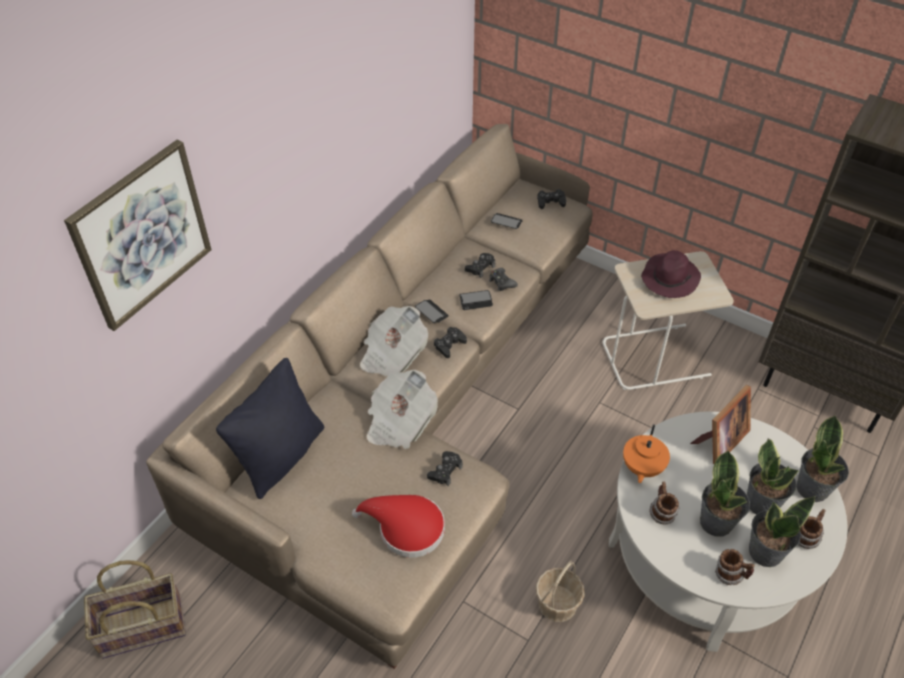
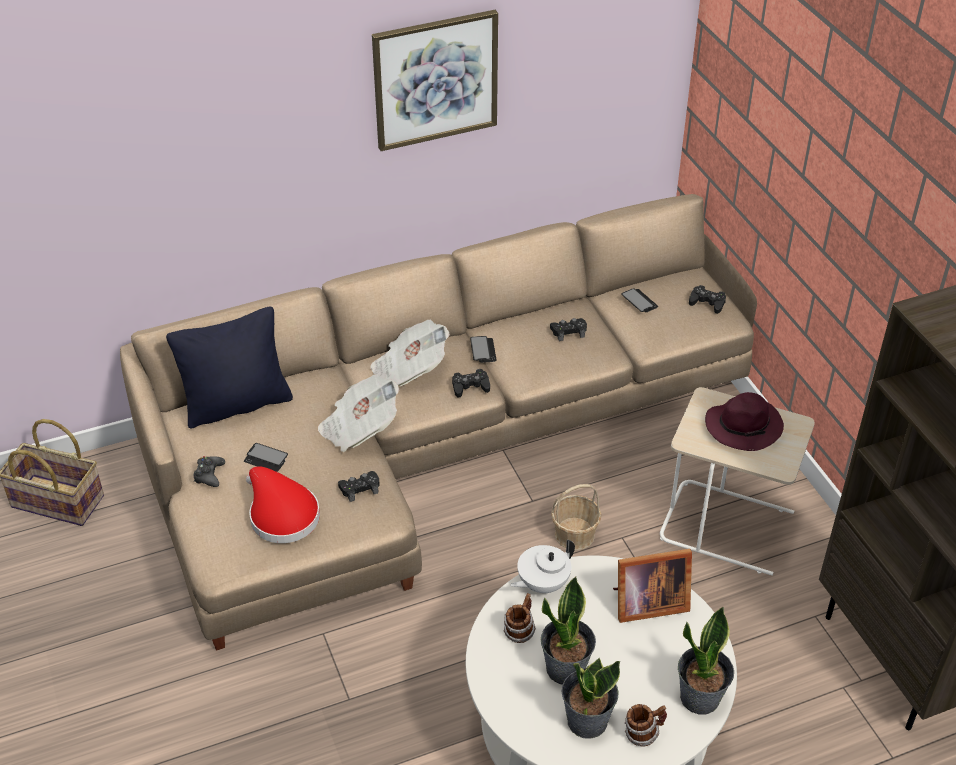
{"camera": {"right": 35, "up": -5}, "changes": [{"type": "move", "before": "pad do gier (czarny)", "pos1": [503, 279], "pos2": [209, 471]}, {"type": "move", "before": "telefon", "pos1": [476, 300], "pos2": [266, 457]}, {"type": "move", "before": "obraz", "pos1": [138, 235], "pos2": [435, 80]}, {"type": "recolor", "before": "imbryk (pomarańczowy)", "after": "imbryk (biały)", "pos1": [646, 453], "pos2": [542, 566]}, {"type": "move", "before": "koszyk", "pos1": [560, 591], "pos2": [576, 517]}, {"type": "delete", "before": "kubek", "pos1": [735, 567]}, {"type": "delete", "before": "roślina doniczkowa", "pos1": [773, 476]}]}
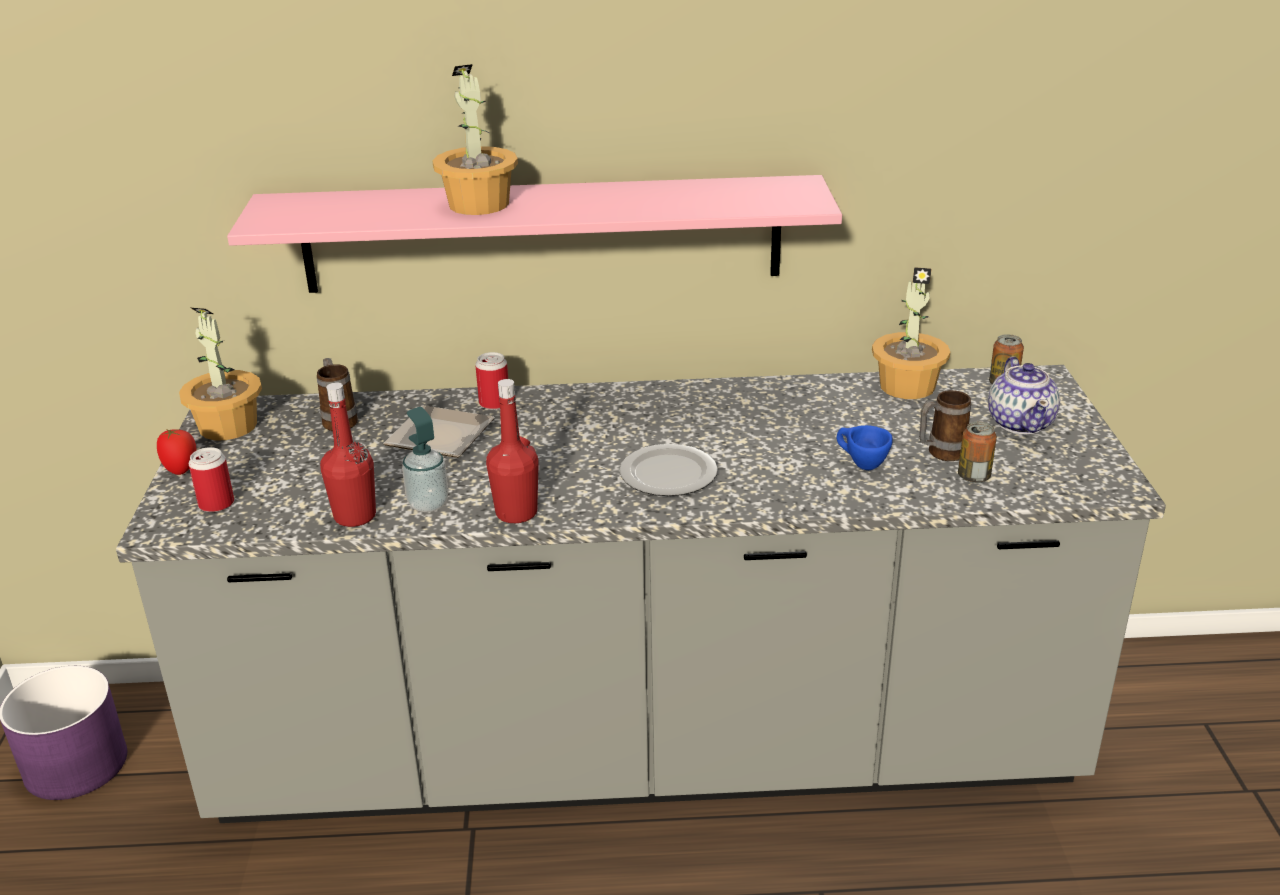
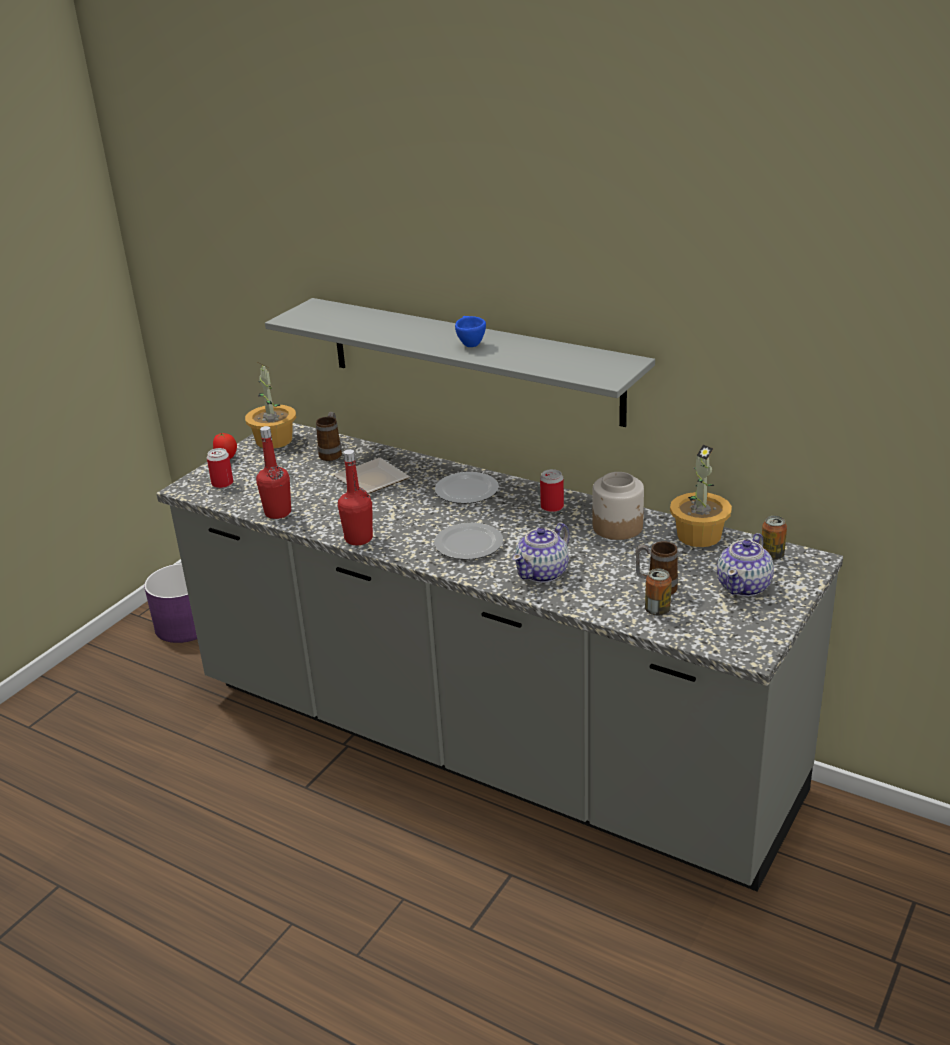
{"camera": {"right": 35, "up": 0}, "changes": [{"type": "recolor", "before": "półka (różowy)", "after": "półka (szary)", "pos1": [534, 234], "pos2": [460, 362]}, {"type": "insert", "after": "talerz", "pos2": [467, 488]}, {"type": "move", "before": "filiżanka (niebieski)", "pos1": [864, 447], "pos2": [470, 331]}, {"type": "insert", "after": "imbryk", "pos2": [541, 553]}, {"type": "move", "before": "puszka", "pos1": [491, 381], "pos2": [552, 490]}, {"type": "insert", "after": "słoik", "pos2": [618, 506]}, {"type": "delete", "before": "dozownik mydła", "pos1": [425, 460]}, {"type": "delete", "before": "roślina doniczkowa", "pos1": [475, 139]}]}
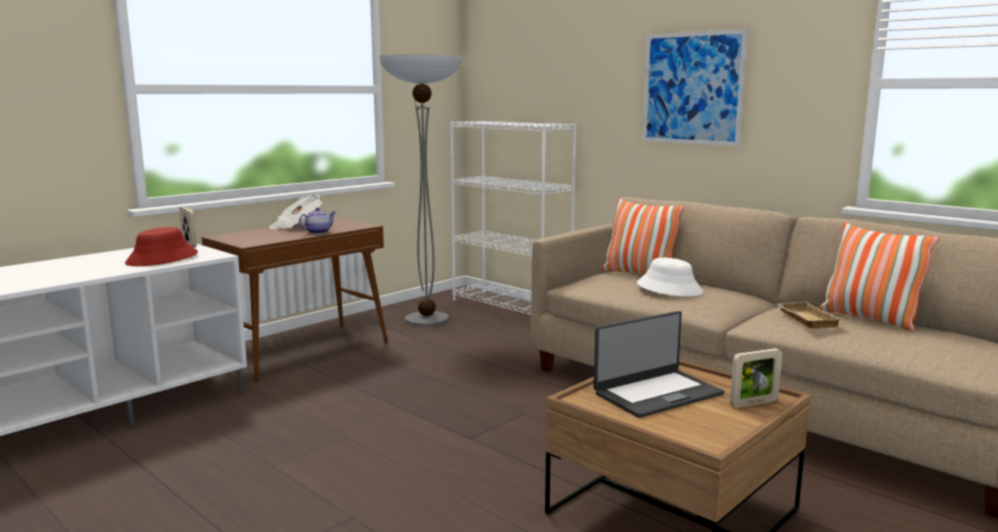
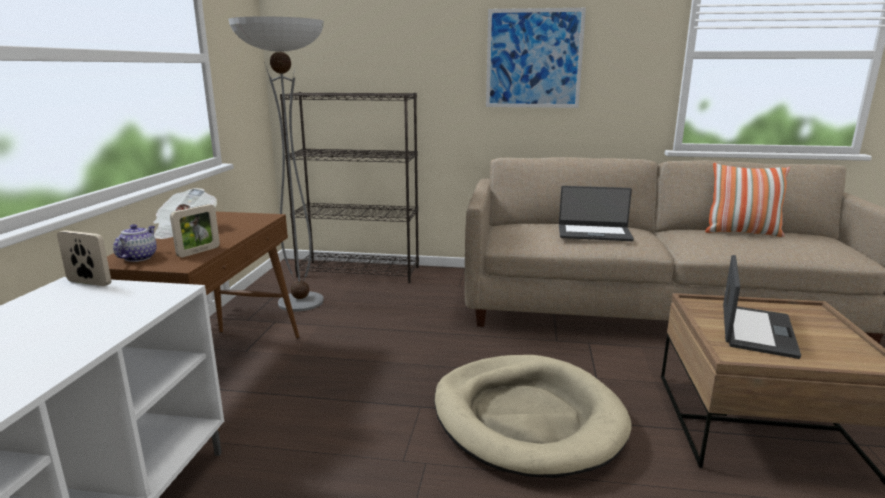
{"camera": {"right": -35, "up": 5}, "changes": [{"type": "move", "before": "imbryk", "pos1": [317, 220], "pos2": [135, 243]}, {"type": "move", "before": "ramka na zdjęcie", "pos1": [756, 378], "pos2": [195, 230]}, {"type": "recolor", "before": "regał (biały)", "after": "regał (czarny)", "pos1": [513, 217], "pos2": [349, 187]}, {"type": "insert", "after": "legowisko (beżowy)", "pos2": [533, 416]}, {"type": "replace", "before": "kapelusz (biały)", "after": "laptop", "pos1": [670, 277], "pos2": [596, 213]}, {"type": "delete", "before": "kapelusz (czerwony)", "pos1": [161, 246]}, {"type": "delete", "before": "poduszka", "pos1": [643, 236]}, {"type": "delete", "before": "taca (beżowy)", "pos1": [808, 315]}]}
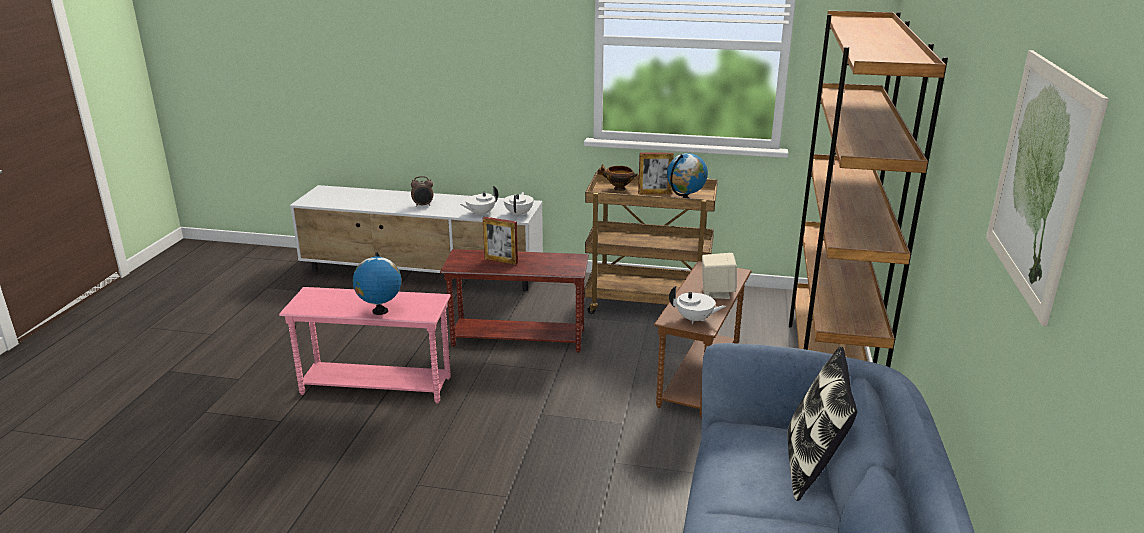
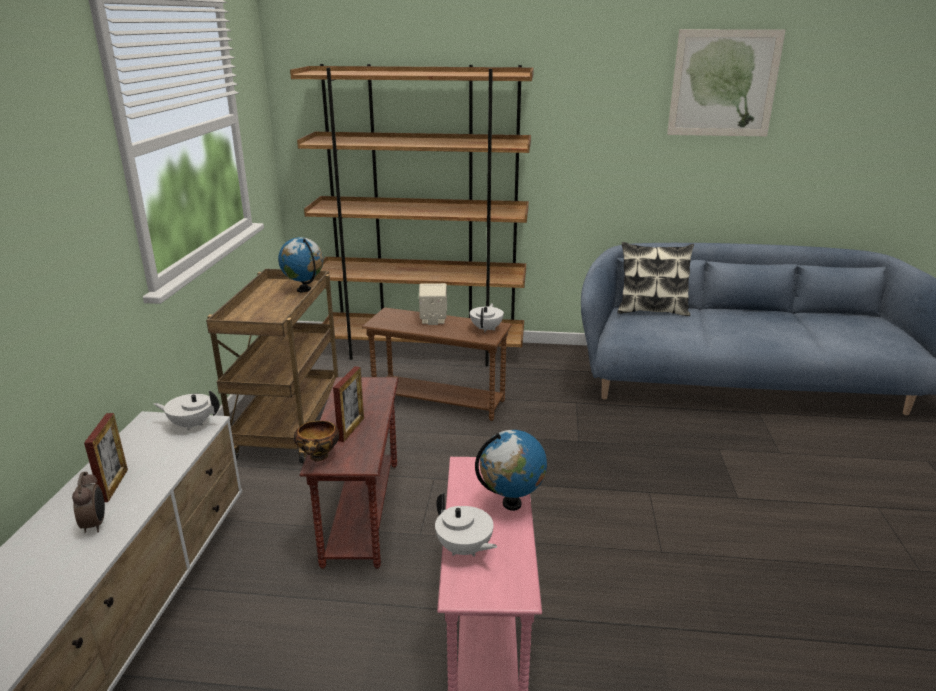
{"camera": {"right": -95, "up": 0}, "changes": [{"type": "move", "before": "ramka na zdjęcie", "pos1": [656, 173], "pos2": [106, 457]}, {"type": "move", "before": "miska", "pos1": [617, 177], "pos2": [316, 441]}, {"type": "move", "before": "imbryk (biały)", "pos1": [479, 201], "pos2": [466, 525]}]}
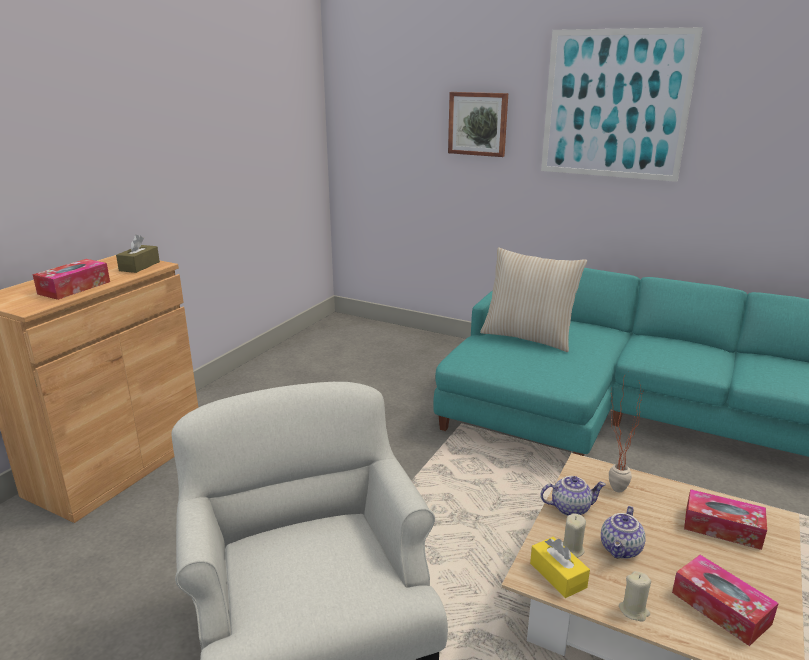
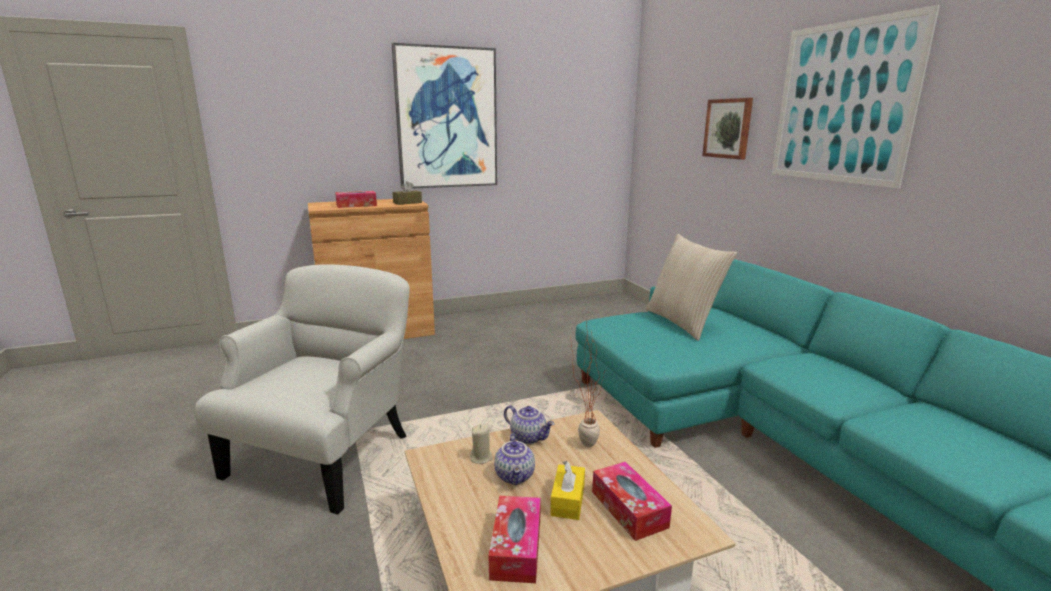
{"camera": {"right": 40, "up": -5}, "changes": [{"type": "insert", "after": "obraz", "pos2": [444, 116]}, {"type": "rotate", "before": "imbryk", "pos1": [623, 532], "pos2": [514, 459], "turn": -75}, {"type": "move", "before": "pudełko chusteczek (żółty)", "pos1": [560, 567], "pos2": [567, 490]}, {"type": "delete", "before": "świeca (beżowy)", "pos1": [635, 596]}]}
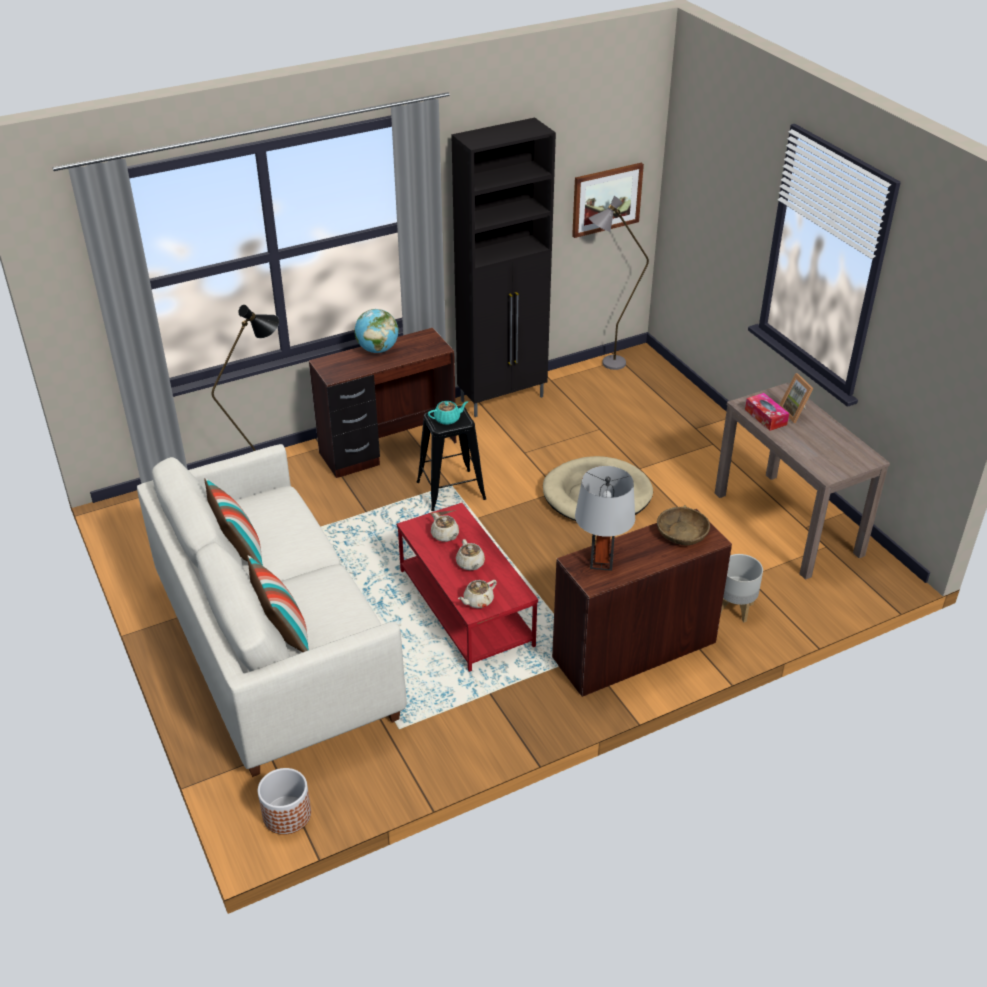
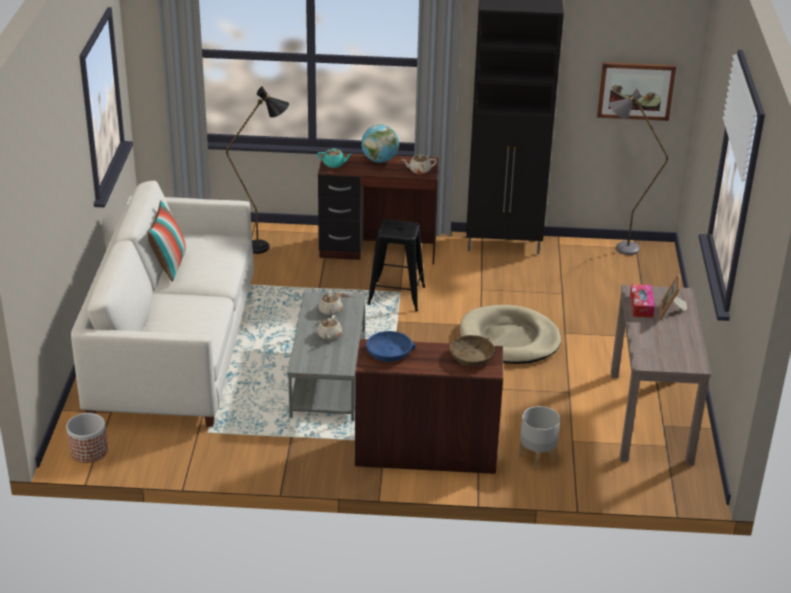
{"camera": {"right": 30, "up": -5}, "changes": [{"type": "recolor", "before": "ława (czerwony)", "after": "ława (szary)", "pos1": [467, 587], "pos2": [326, 356]}, {"type": "move", "before": "imbryk (turkusowy)", "pos1": [448, 413], "pos2": [335, 158]}, {"type": "replace", "before": "lampa stołowa (szary)", "after": "miska (niebieski)", "pos1": [605, 518], "pos2": [391, 346]}, {"type": "move", "before": "imbryk (beżowy)", "pos1": [477, 594], "pos2": [419, 164]}, {"type": "delete", "before": "poduszka", "pos1": [278, 603]}]}
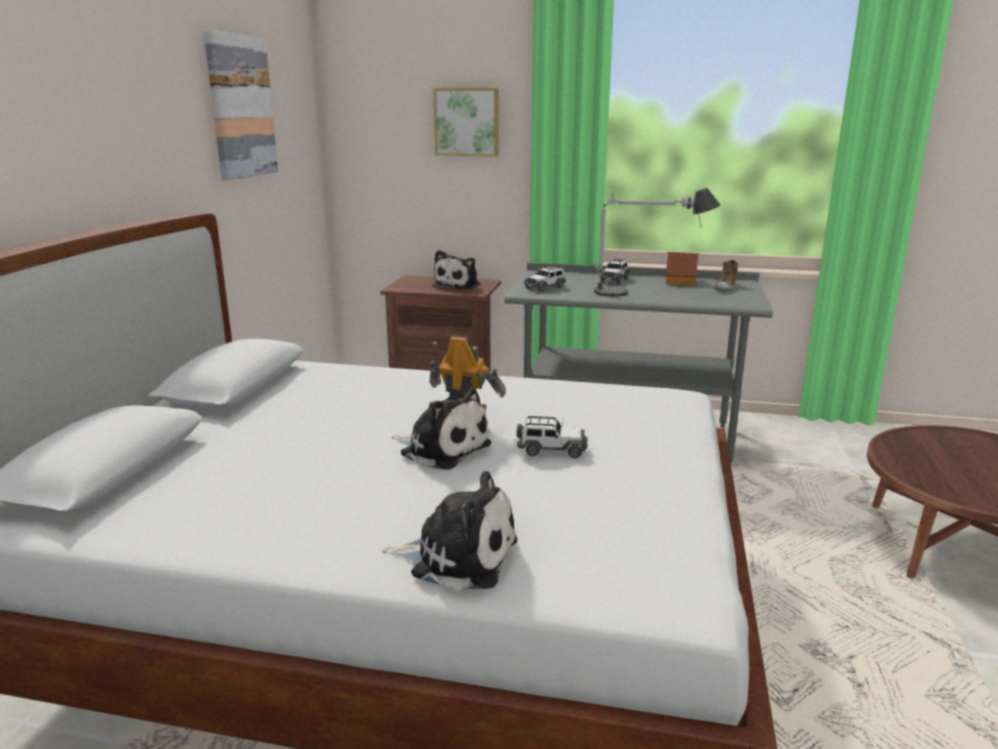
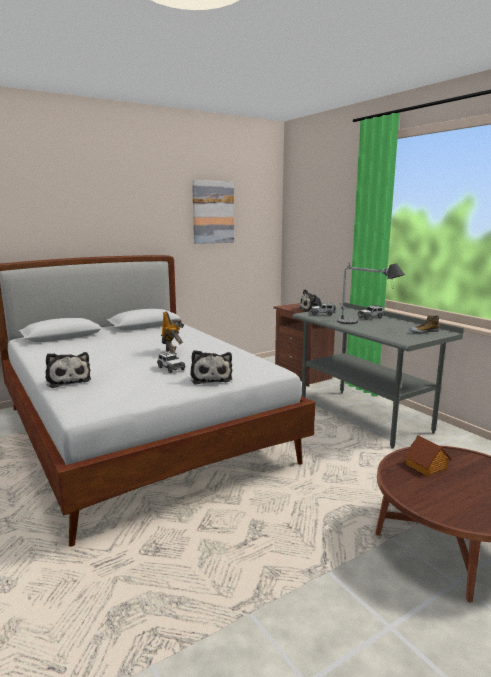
{"camera": {"right": 45, "up": -5}, "changes": [{"type": "move", "before": "pluszak", "pos1": [441, 429], "pos2": [211, 367]}, {"type": "move", "before": "domek", "pos1": [682, 269], "pos2": [428, 456]}, {"type": "delete", "before": "obraz", "pos1": [465, 122]}]}
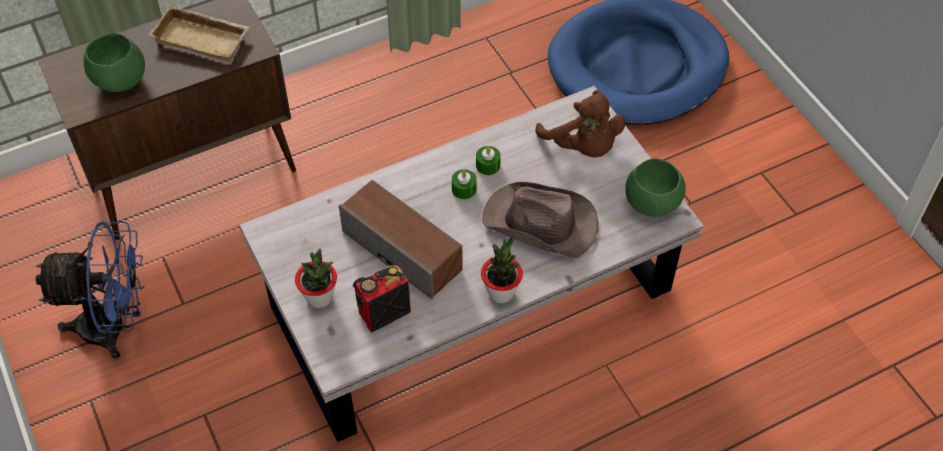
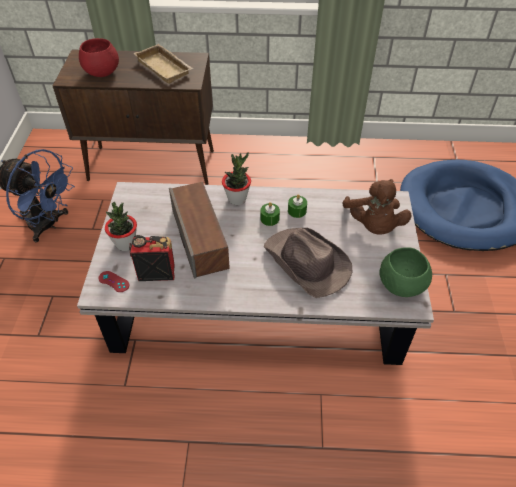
{"camera": {"right": 30, "up": -5}, "changes": [{"type": "recolor", "before": "miska (zielony)", "after": "miska (czerwony)", "pos1": [114, 62], "pos2": [99, 57]}, {"type": "insert", "after": "pad do gier (czerwony)", "pos2": [113, 281]}, {"type": "move", "before": "roślina doniczkowa", "pos1": [502, 268], "pos2": [236, 178]}]}
